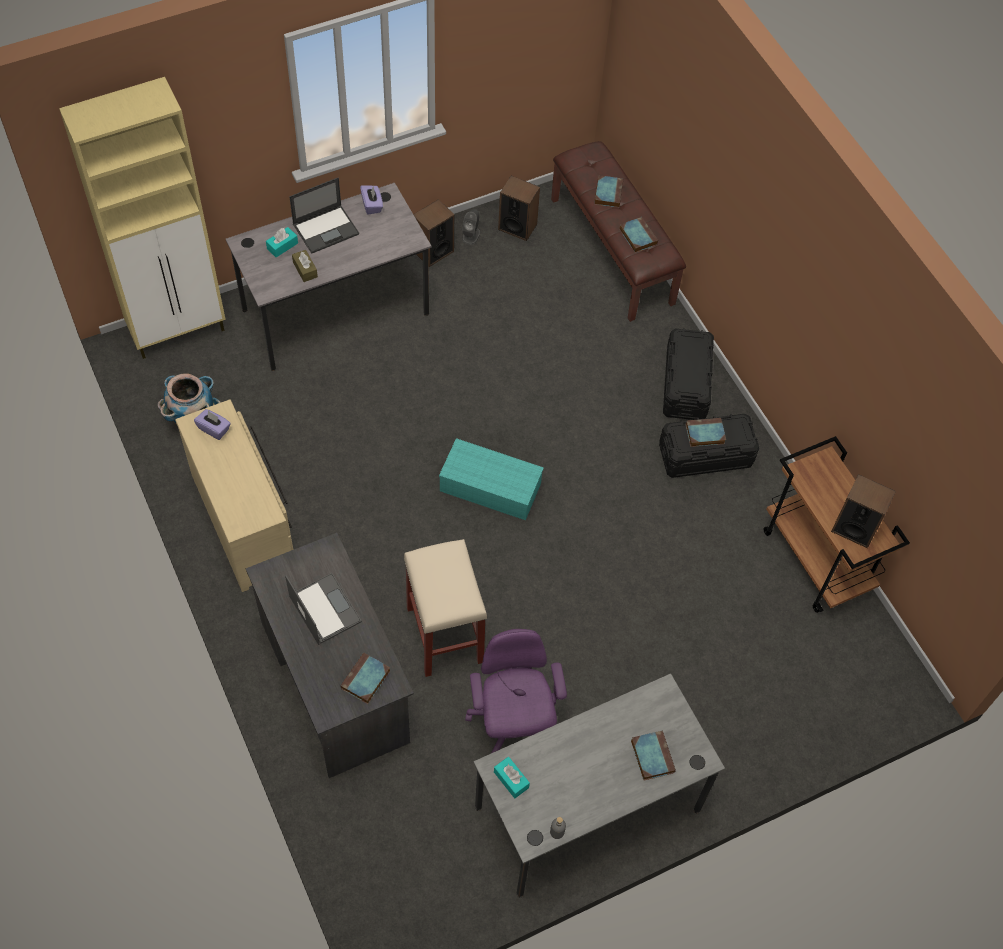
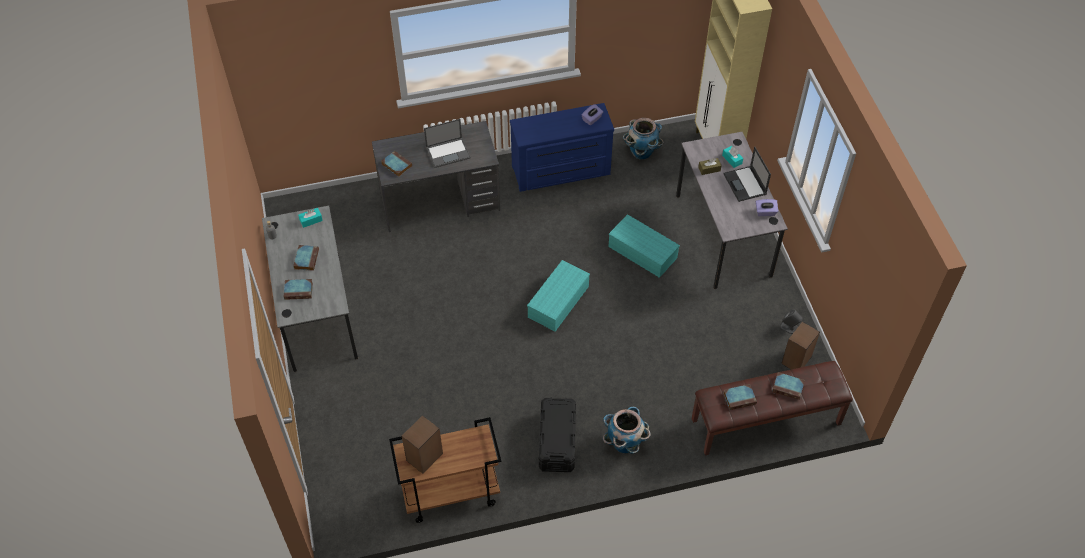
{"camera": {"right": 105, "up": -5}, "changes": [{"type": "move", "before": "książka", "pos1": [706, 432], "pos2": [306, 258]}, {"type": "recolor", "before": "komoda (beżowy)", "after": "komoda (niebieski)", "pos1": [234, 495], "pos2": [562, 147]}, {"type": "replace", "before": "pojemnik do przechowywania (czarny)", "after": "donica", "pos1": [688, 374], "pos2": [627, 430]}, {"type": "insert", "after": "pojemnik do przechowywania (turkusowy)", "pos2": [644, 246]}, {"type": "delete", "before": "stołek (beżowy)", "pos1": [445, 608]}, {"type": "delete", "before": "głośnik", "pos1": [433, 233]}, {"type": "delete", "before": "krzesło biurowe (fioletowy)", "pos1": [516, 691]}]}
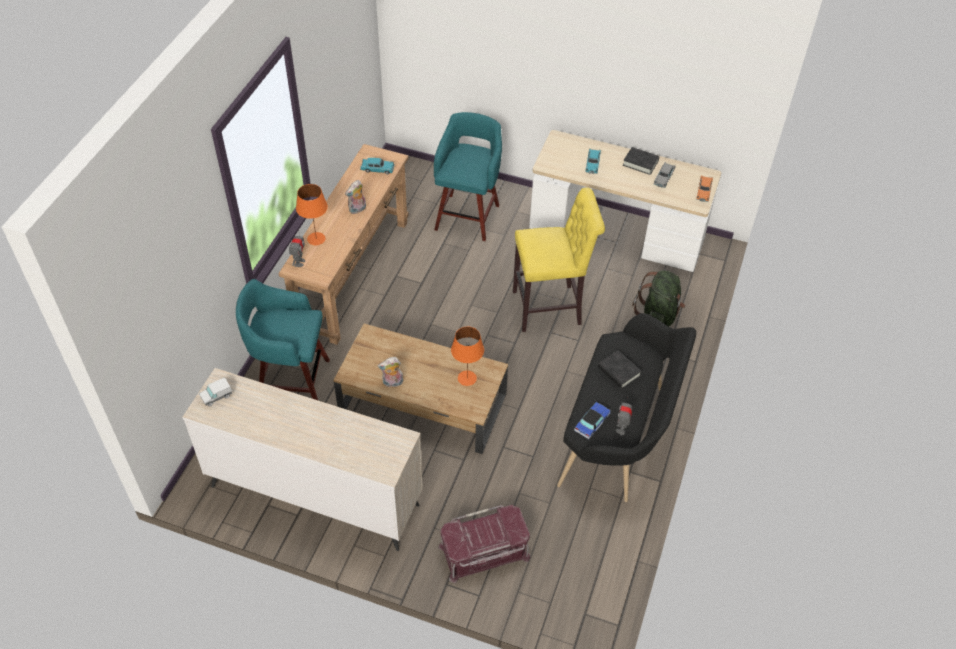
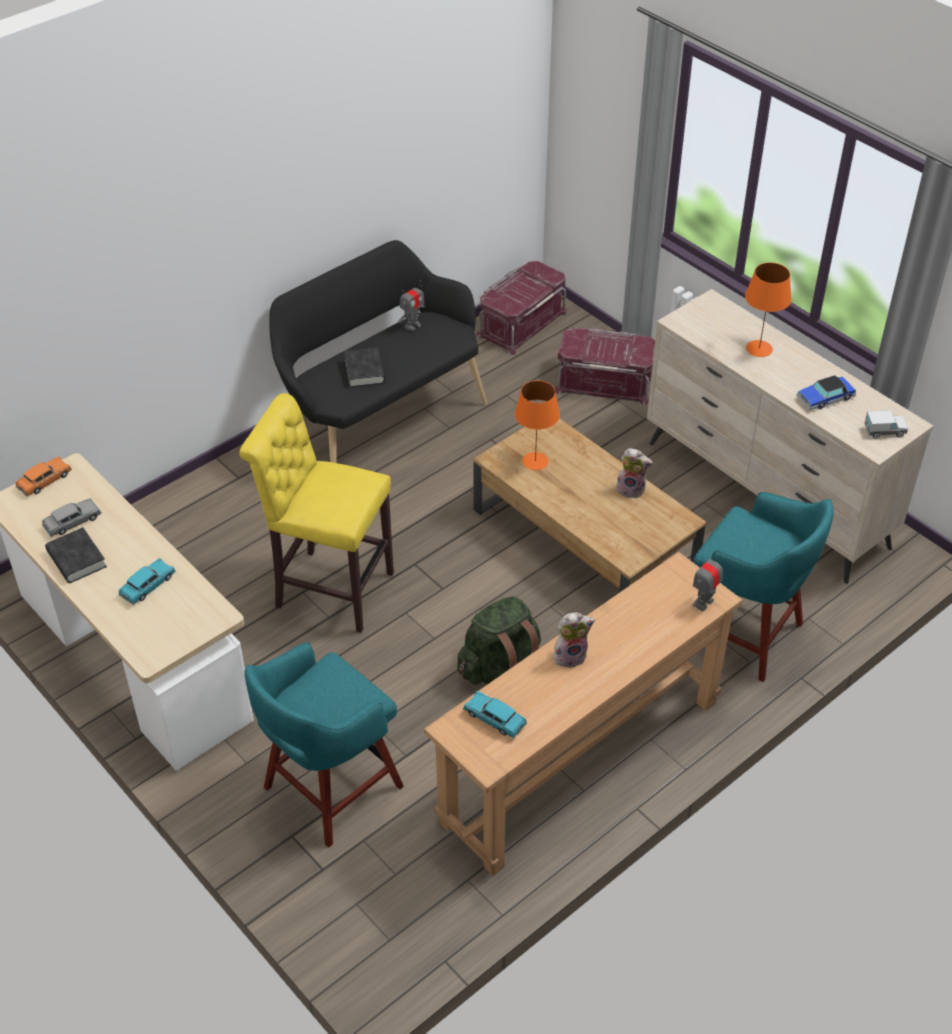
{"camera": {"right": -150, "up": -5}, "changes": [{"type": "move", "before": "plecak (zielony)", "pos1": [658, 298], "pos2": [499, 640]}, {"type": "insert", "after": "pojemnik do przechowywania (czerwony)", "pos2": [522, 308]}, {"type": "move", "before": "lampa stołowa (pomarańczowy)", "pos1": [312, 214], "pos2": [768, 309]}, {"type": "move", "before": "samochodzik", "pos1": [592, 420], "pos2": [826, 392]}]}
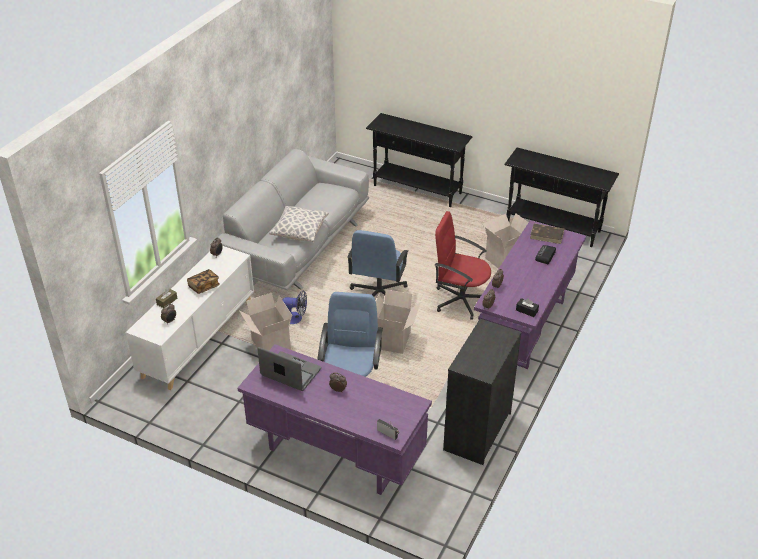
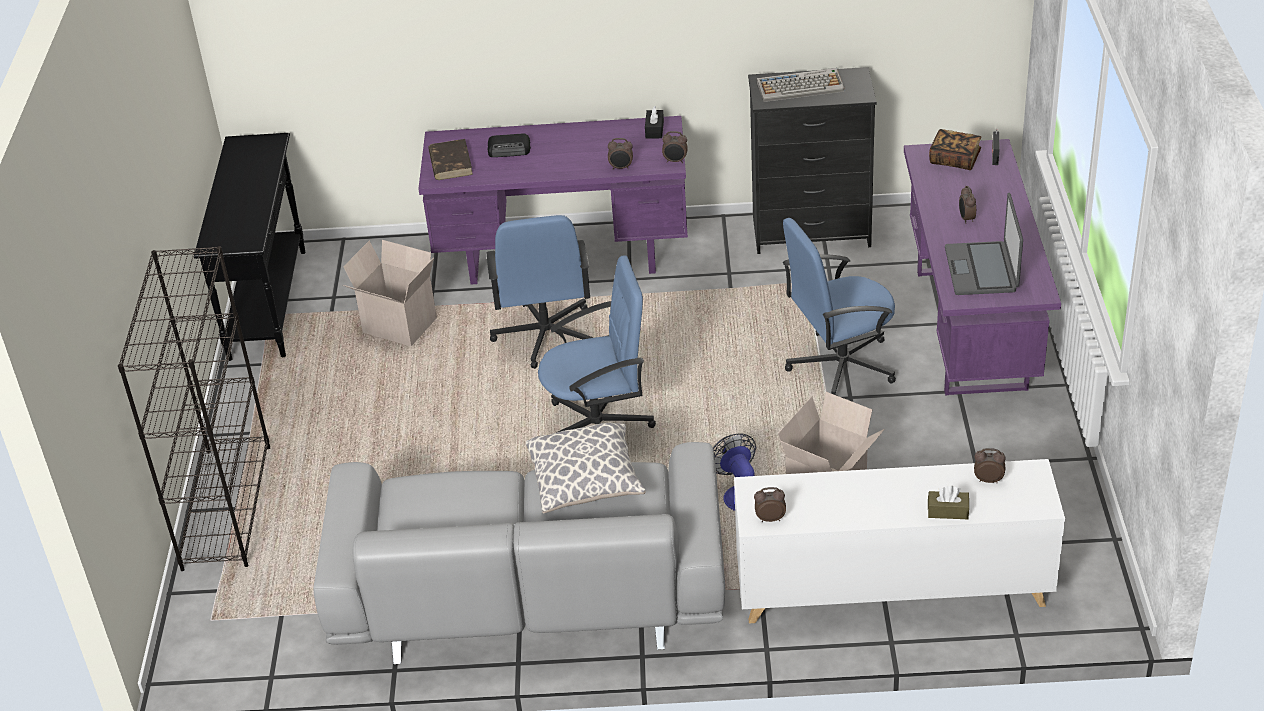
{"camera": {"right": -115, "up": 0}, "changes": [{"type": "replace", "before": "stolik konsolowy (czarny)", "after": "regał (czarny)", "pos1": [419, 160], "pos2": [194, 408]}, {"type": "recolor", "before": "krzesło biurowe (czerwony)", "after": "krzesło biurowe (niebieski)", "pos1": [463, 265], "pos2": [540, 292]}, {"type": "insert", "after": "klawiatura", "pos2": [801, 85]}, {"type": "move", "before": "książka", "pos1": [203, 281], "pos2": [955, 149]}, {"type": "delete", "before": "karton", "pos1": [398, 321]}]}
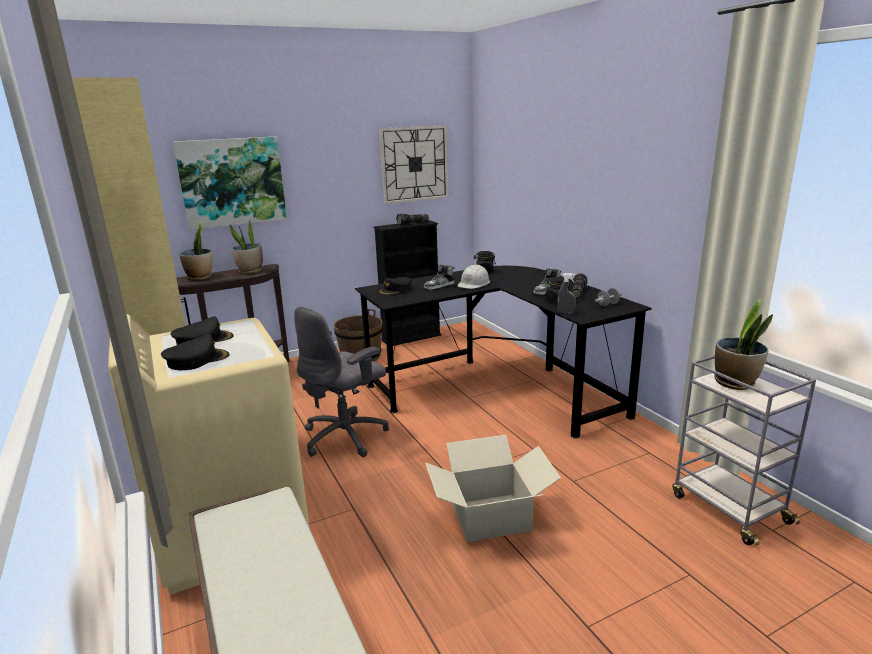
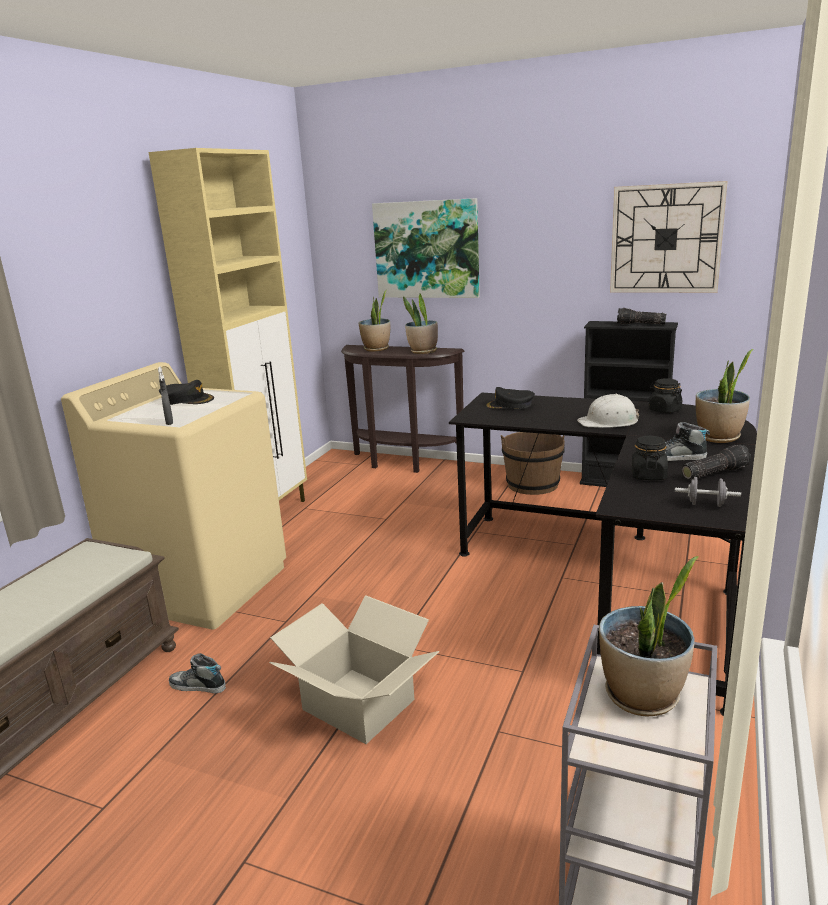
{"camera": {"right": 50, "up": 0}, "changes": [{"type": "move", "before": "spryskiwacz (szary)", "pos1": [566, 293], "pos2": [165, 396]}, {"type": "move", "before": "but", "pos1": [439, 277], "pos2": [197, 673]}, {"type": "insert", "after": "roślina doniczkowa", "pos2": [724, 396]}, {"type": "delete", "before": "czapka z daszkiem (czarny)", "pos1": [195, 352]}, {"type": "delete", "before": "krzesło biurowe (szary)", "pos1": [341, 381]}]}
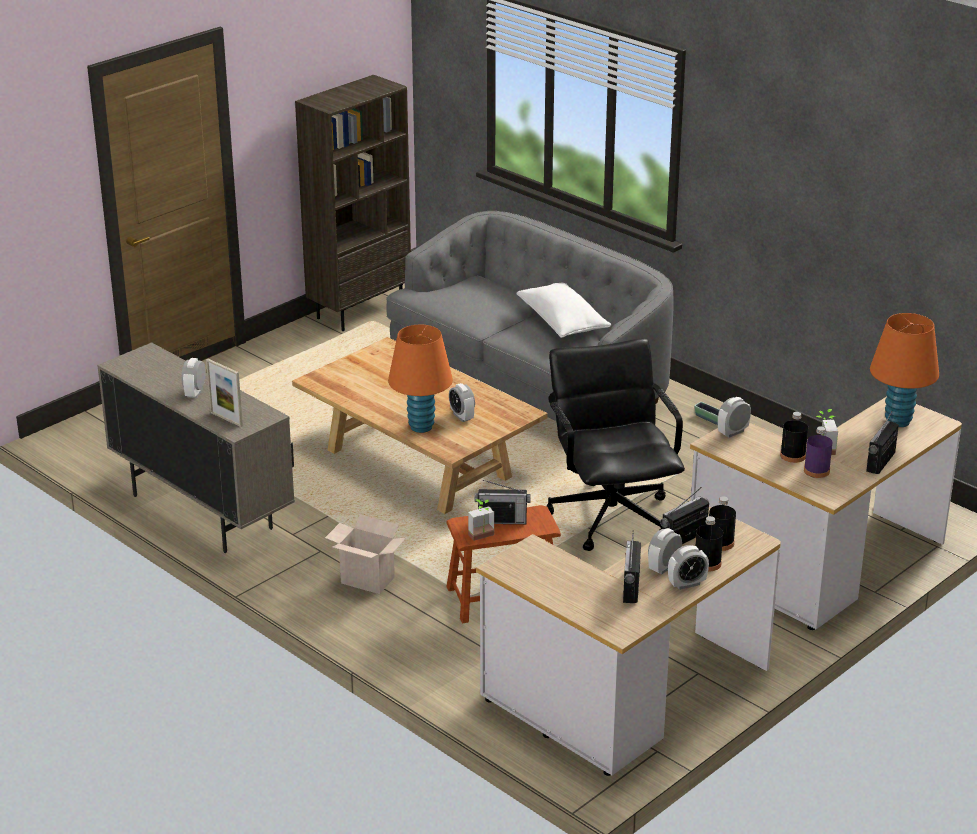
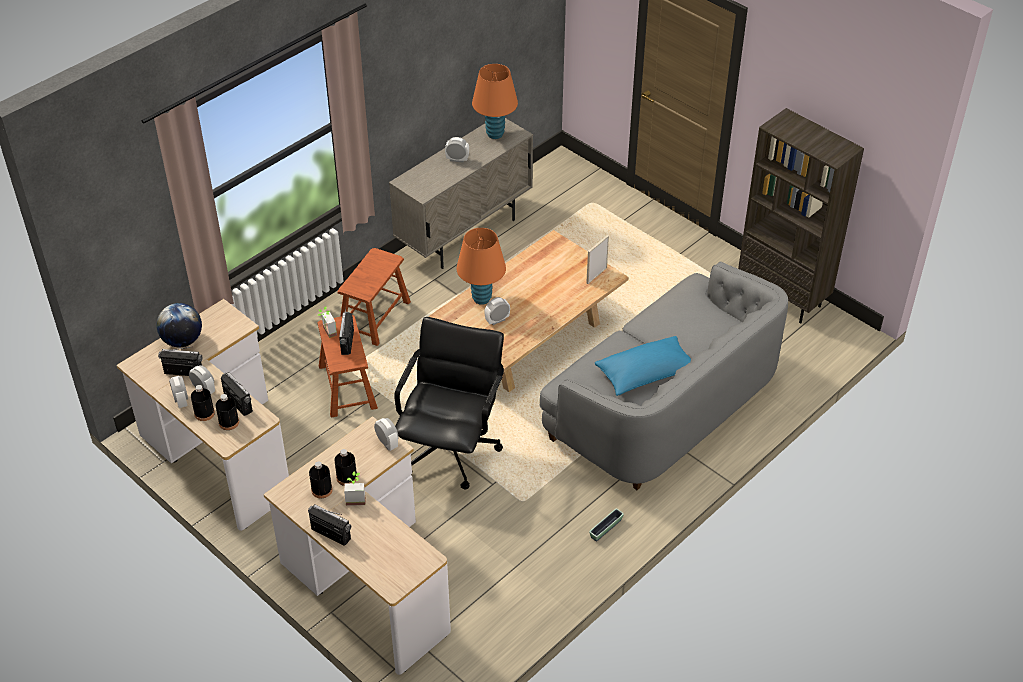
{"camera": {"right": 90, "up": 15}, "changes": [{"type": "insert", "after": "globus", "pos2": [179, 325]}, {"type": "recolor", "before": "butelka (fioletowy)", "after": "butelka (czarny)", "pos1": [818, 452], "pos2": [321, 479]}, {"type": "replace", "before": "karton", "after": "stołek (brązowy)", "pos1": [366, 554], "pos2": [374, 297]}, {"type": "rotate", "before": "krzesło biurowe (czarny)", "pos1": [616, 444], "pos2": [449, 403], "turn": -60}, {"type": "move", "before": "lampa stołowa (pomarańczowy)", "pos1": [904, 370], "pos2": [495, 101]}, {"type": "move", "before": "ramka na zdjęcie", "pos1": [224, 393], "pos2": [597, 259]}, {"type": "recolor", "before": "poduszka (biały)", "after": "poduszka (niebieski)", "pos1": [563, 310], "pos2": [643, 366]}]}
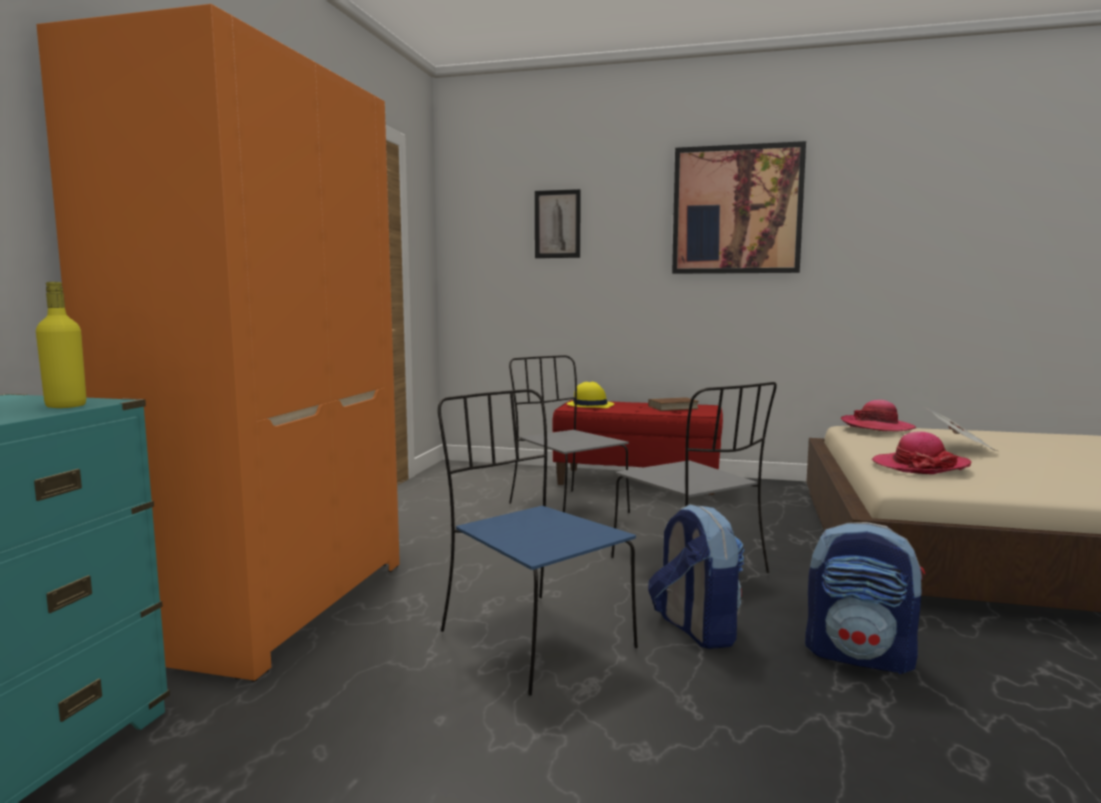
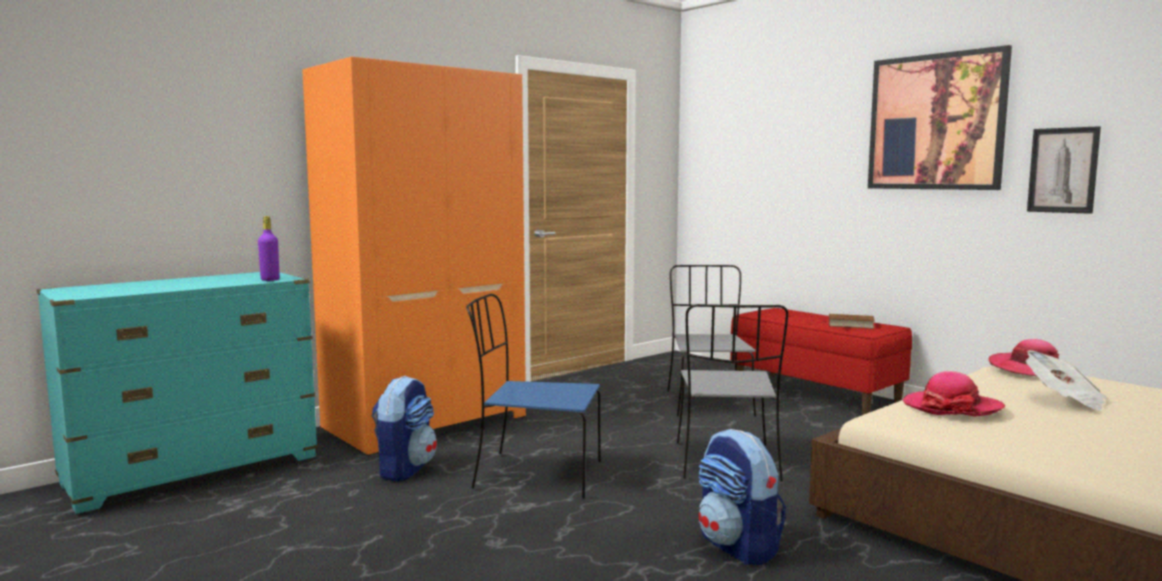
{"camera": {"right": 35, "up": 0}, "changes": [{"type": "recolor", "before": "butelka (żółty)", "after": "butelka (fioletowy)", "pos1": [61, 345], "pos2": [269, 248]}, {"type": "move", "before": "plecak", "pos1": [696, 576], "pos2": [404, 428]}, {"type": "rotate", "before": "krzesło (niebieski)", "pos1": [538, 542], "pos2": [533, 396], "turn": -75}, {"type": "move", "before": "obraz", "pos1": [558, 223], "pos2": [1064, 170]}, {"type": "delete", "before": "kapelusz (żółty)", "pos1": [590, 395]}]}
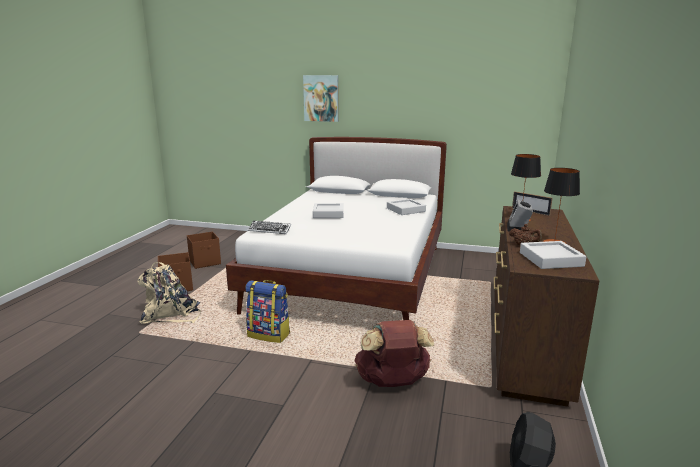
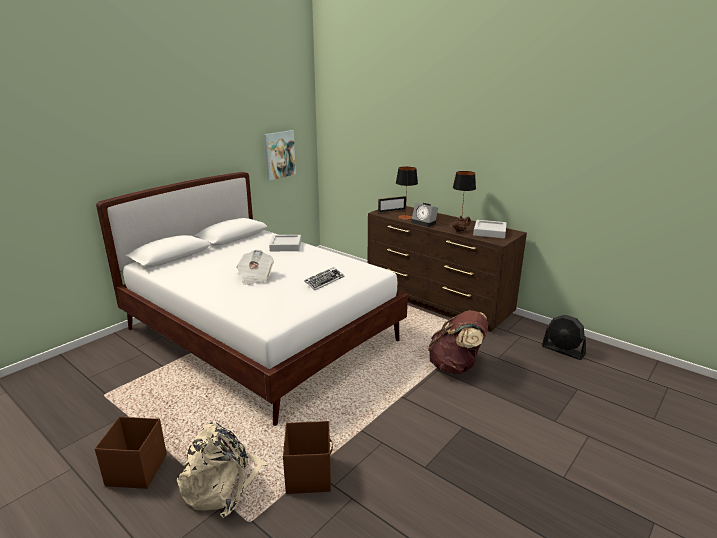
{"camera": {"right": -65, "up": 5}, "changes": [{"type": "replace", "before": "taca (szary)", "after": "gazeta", "pos1": [328, 210], "pos2": [255, 267]}, {"type": "move", "before": "obraz", "pos1": [321, 98], "pos2": [280, 155]}, {"type": "move", "before": "pojemnik do przechowywania (brązowy)", "pos1": [204, 250], "pos2": [308, 457]}, {"type": "move", "before": "klawiatura", "pos1": [269, 227], "pos2": [324, 278]}, {"type": "delete", "before": "plecak", "pos1": [267, 311]}]}
